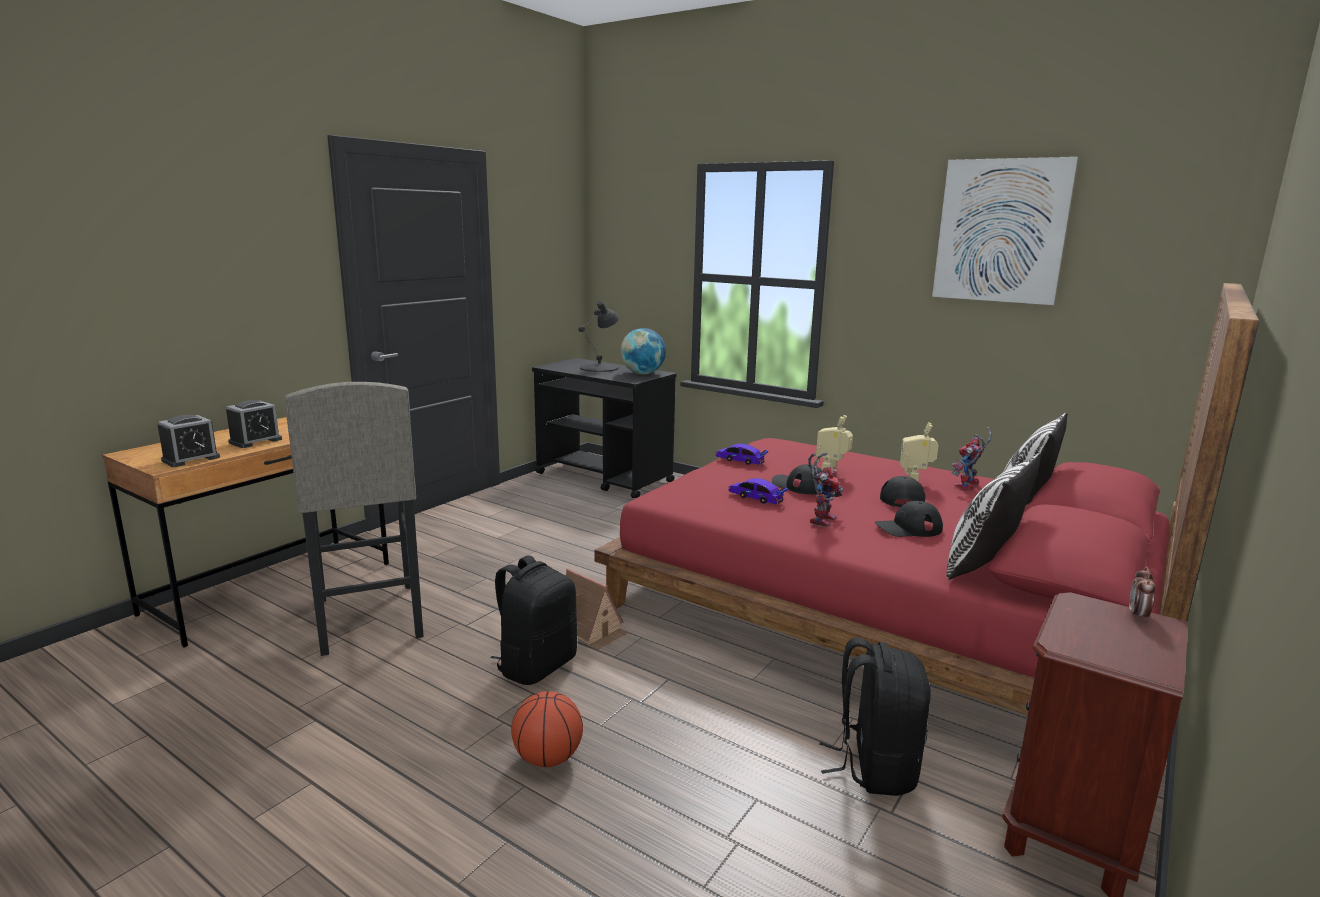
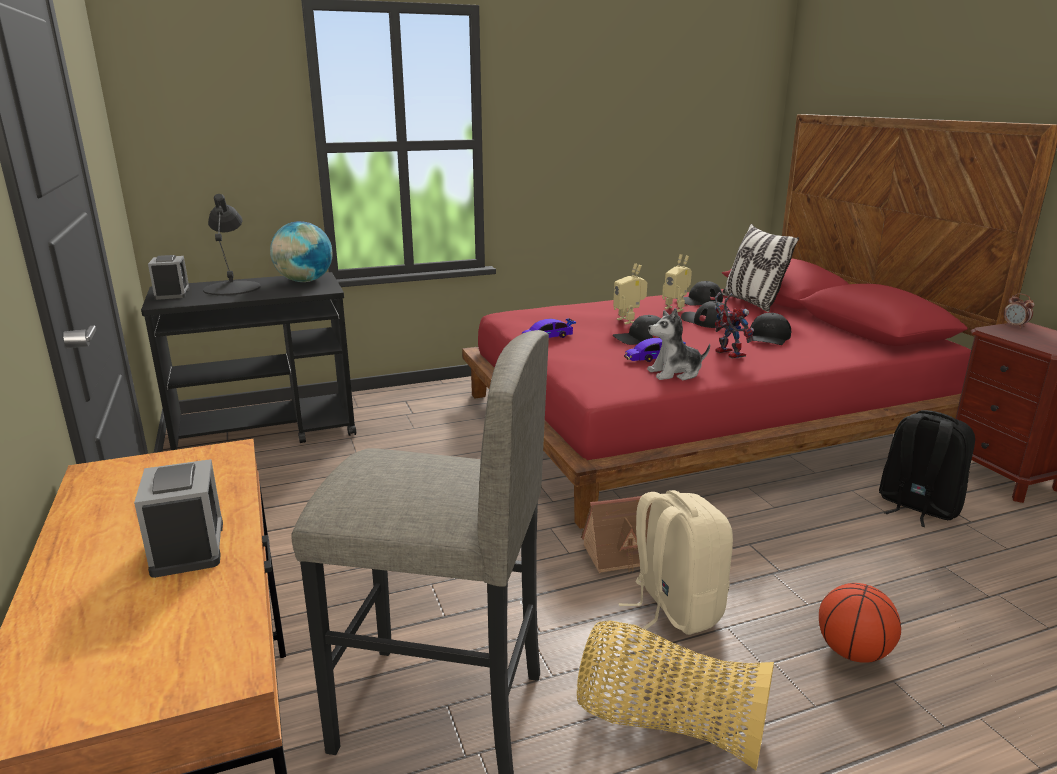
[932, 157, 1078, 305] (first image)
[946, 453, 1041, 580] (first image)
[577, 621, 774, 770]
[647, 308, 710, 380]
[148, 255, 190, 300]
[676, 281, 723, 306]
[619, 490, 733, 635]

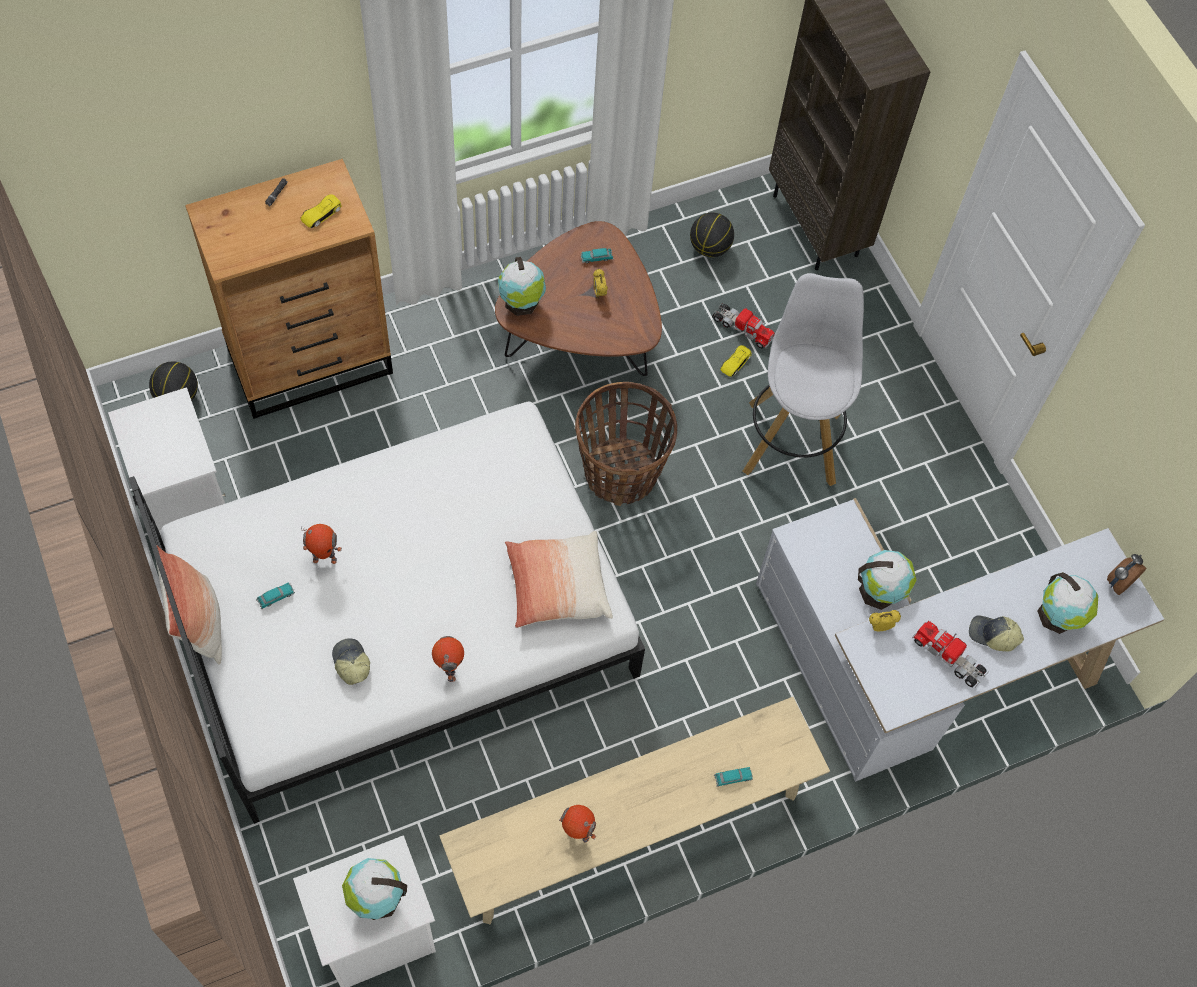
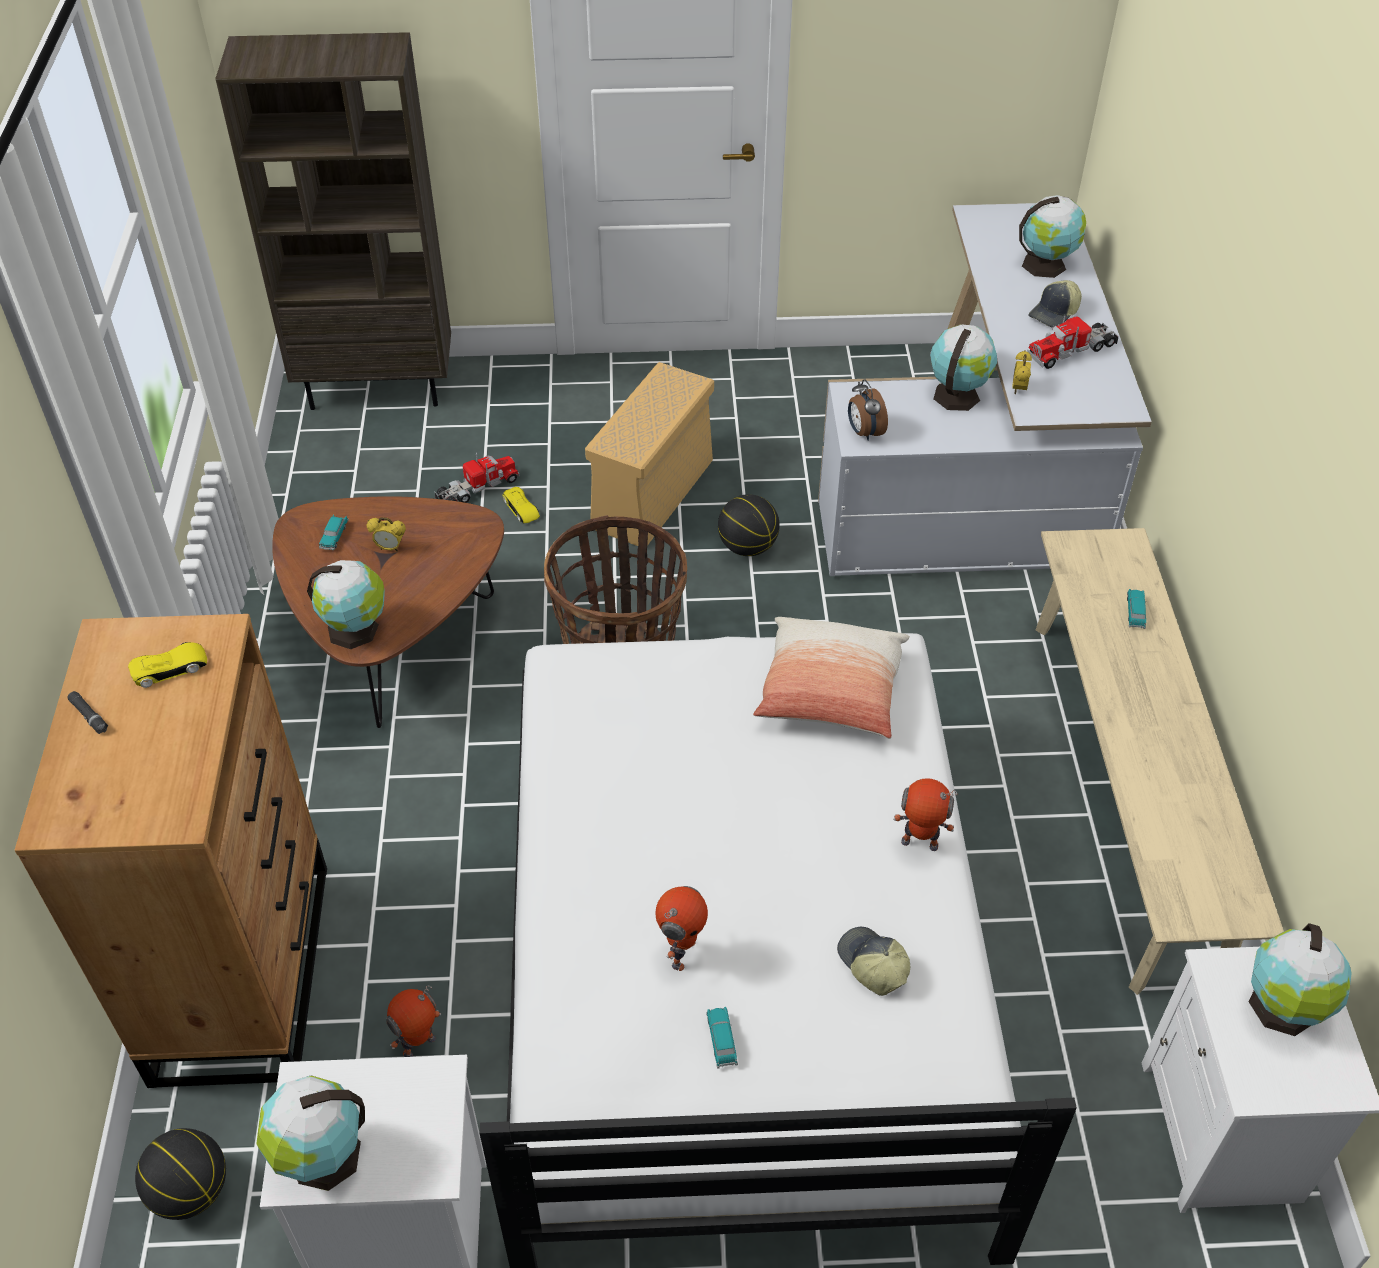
[156, 545, 222, 665] (first image)
[256, 1076, 365, 1191]
[386, 986, 441, 1057]
[718, 494, 780, 556]
[848, 379, 888, 441]
[585, 362, 714, 546]
[128, 642, 207, 688]
[837, 927, 910, 996]

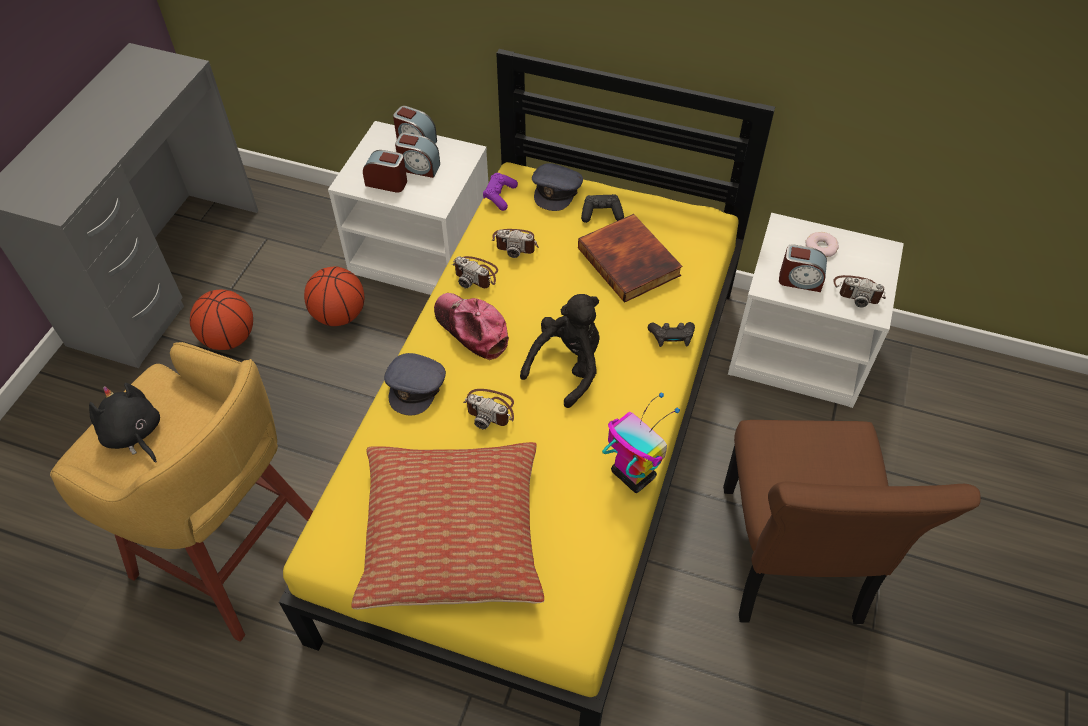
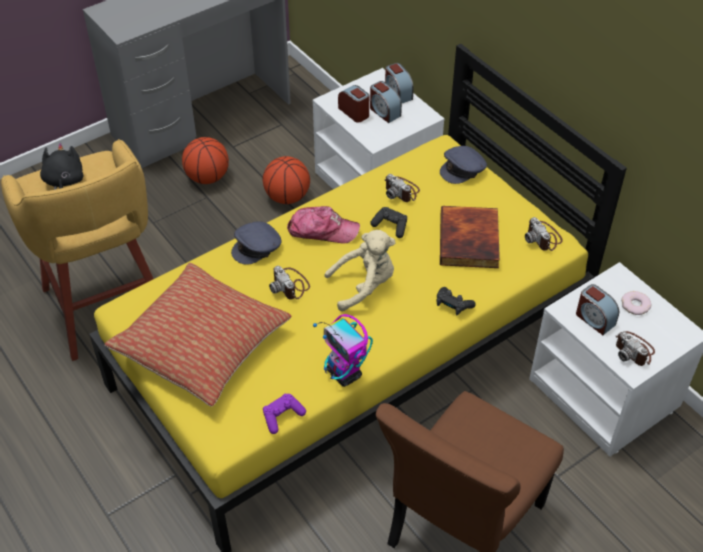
[525, 217, 563, 251]
[263, 394, 306, 434]
[370, 207, 407, 238]
[324, 230, 395, 312]
[287, 206, 360, 243]
[313, 314, 373, 387]

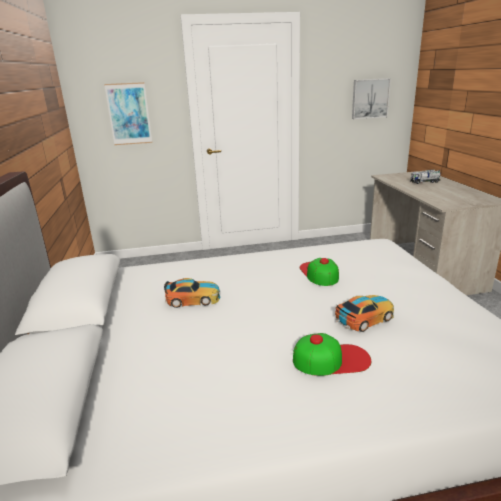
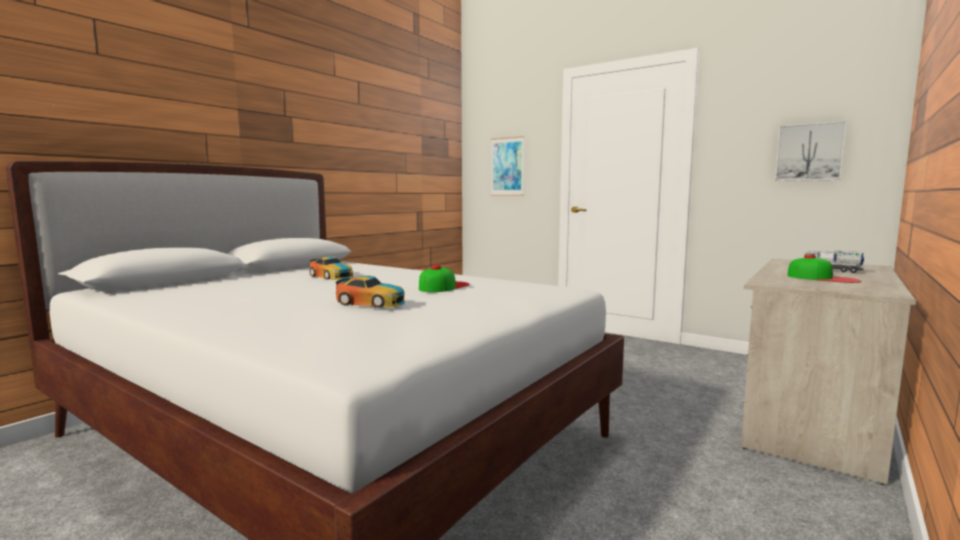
[787, 255, 861, 283]

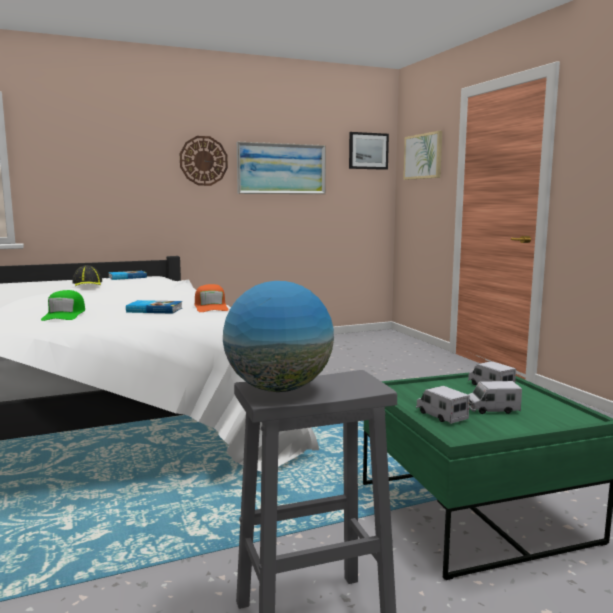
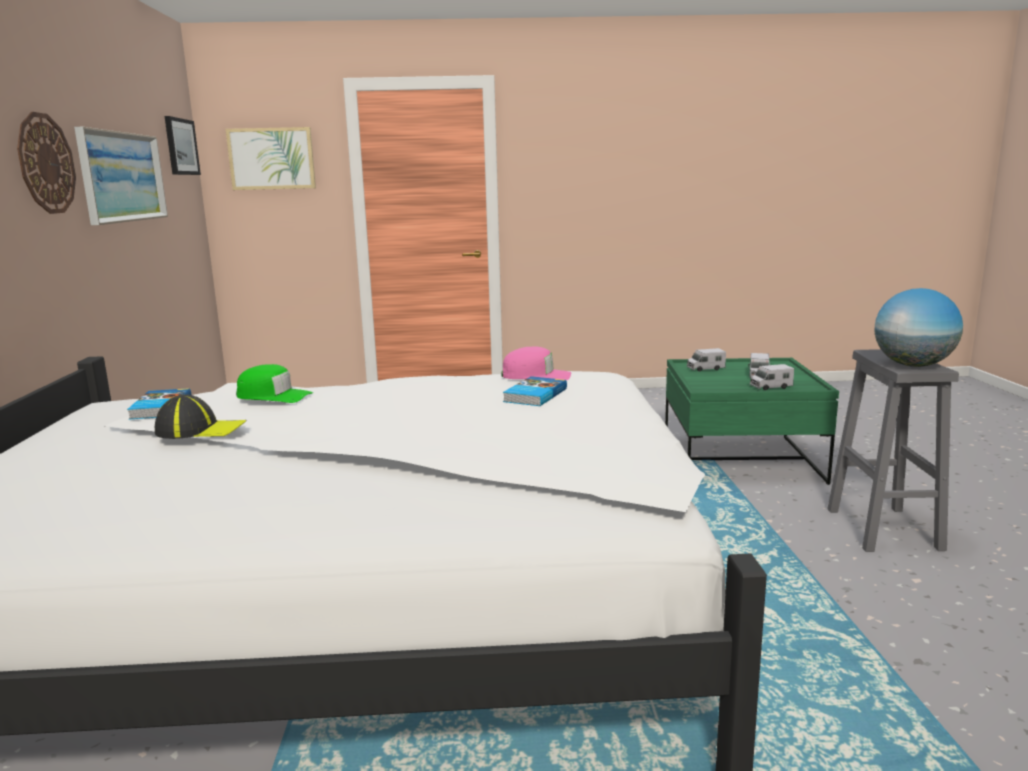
[236, 364, 313, 403]
[501, 346, 571, 380]

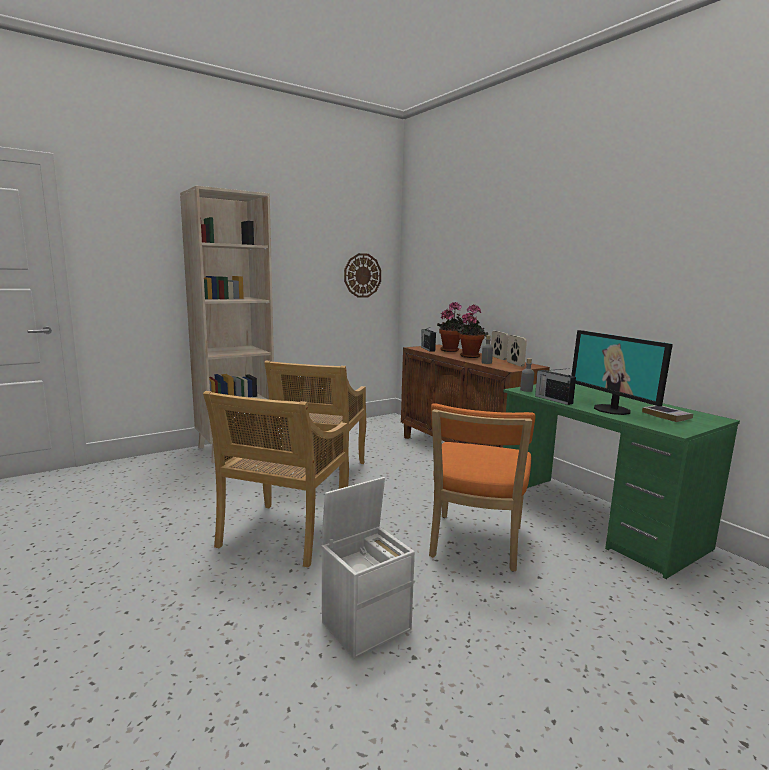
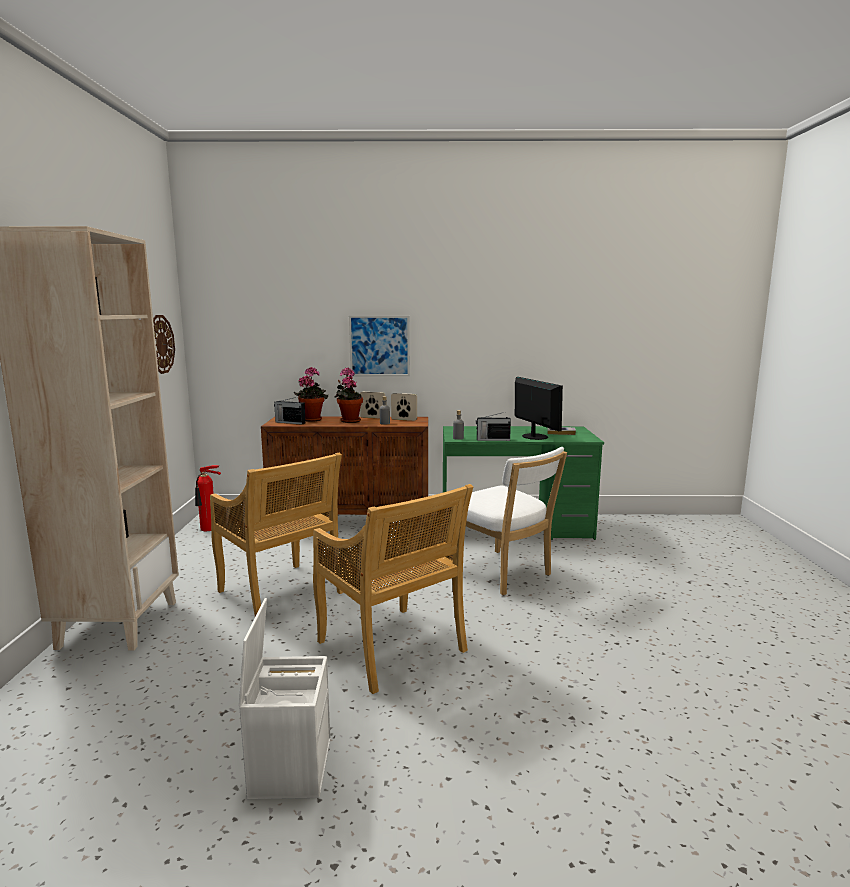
[195, 465, 221, 531]
[349, 316, 410, 376]
[239, 598, 330, 799]
[466, 447, 567, 595]
[515, 377, 563, 440]

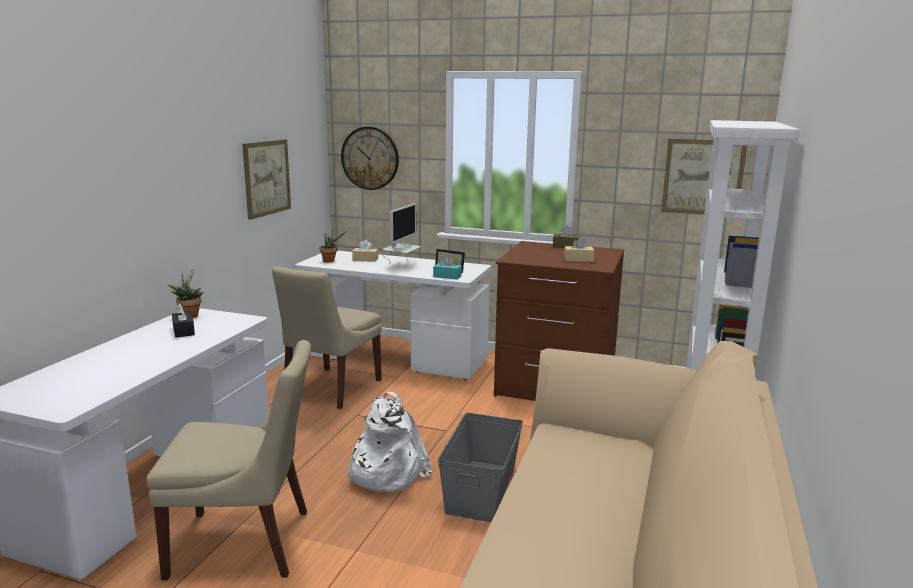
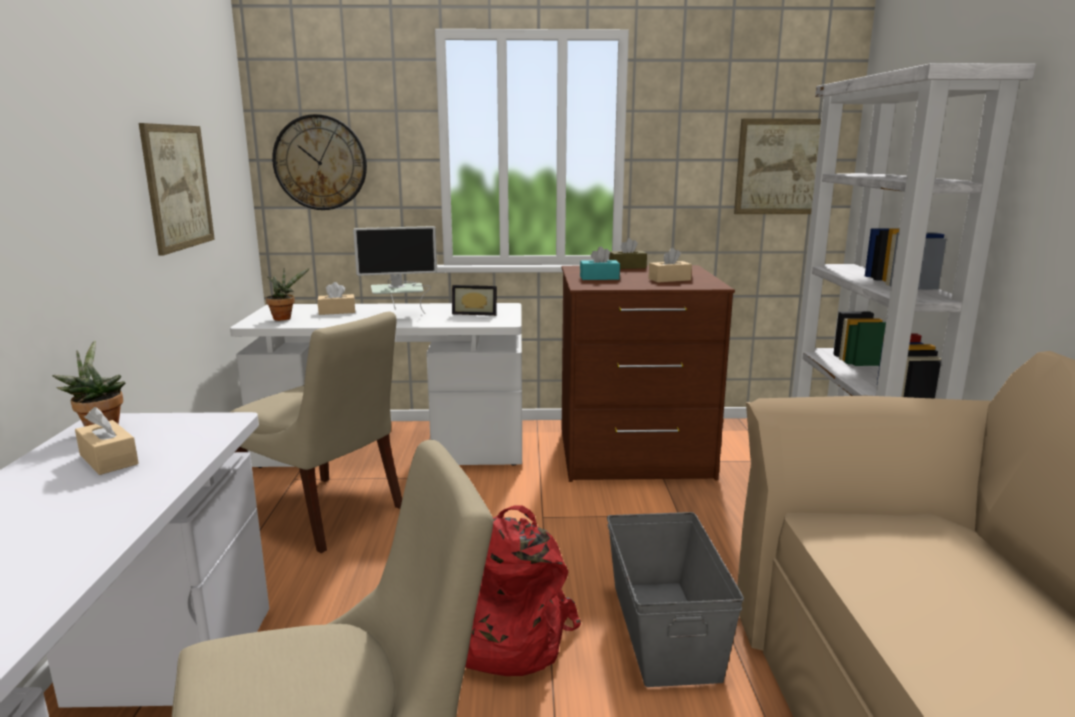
[580, 246, 620, 280]
[75, 407, 139, 475]
[465, 505, 581, 676]
[230, 311, 402, 553]
[353, 226, 437, 314]

